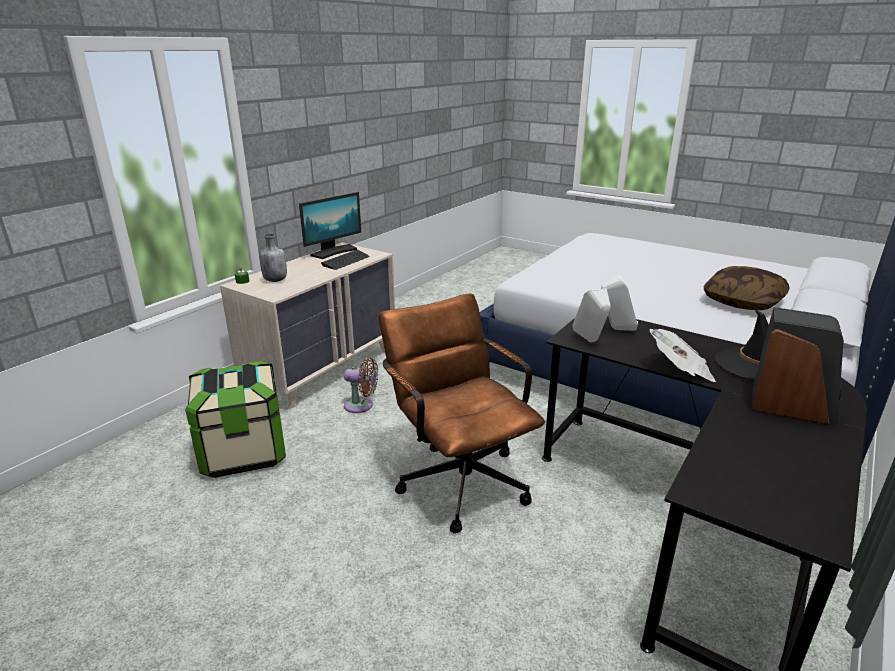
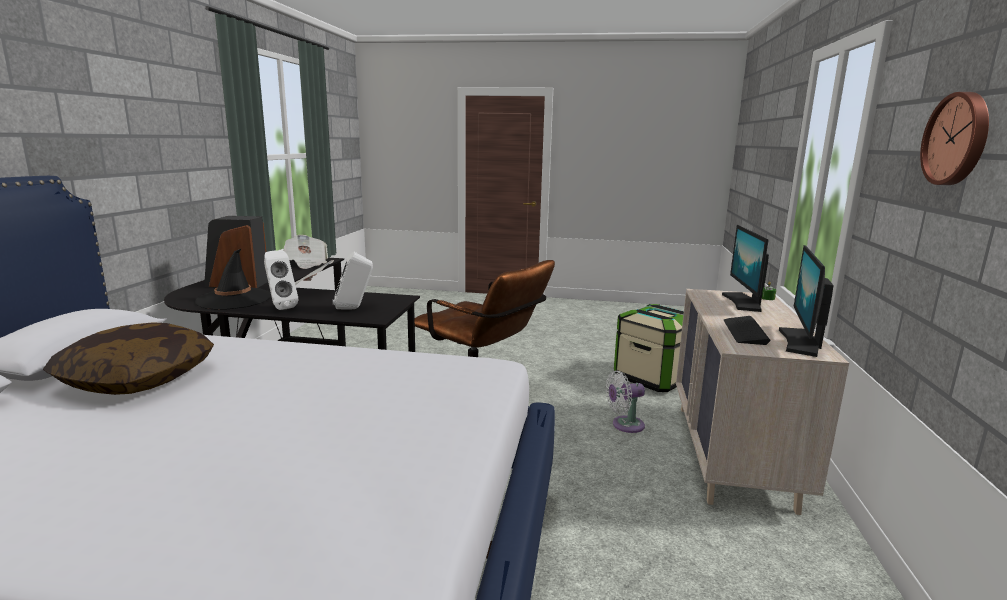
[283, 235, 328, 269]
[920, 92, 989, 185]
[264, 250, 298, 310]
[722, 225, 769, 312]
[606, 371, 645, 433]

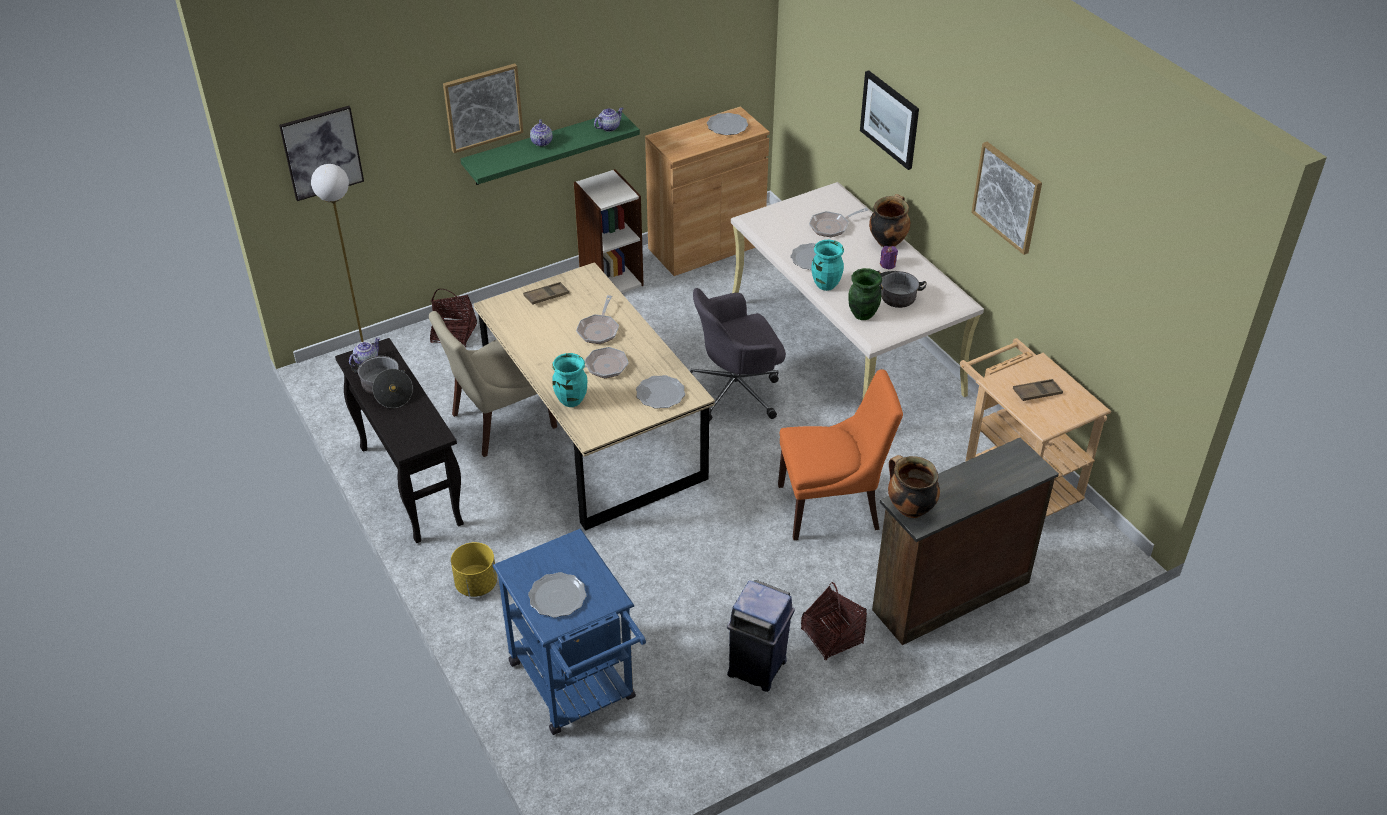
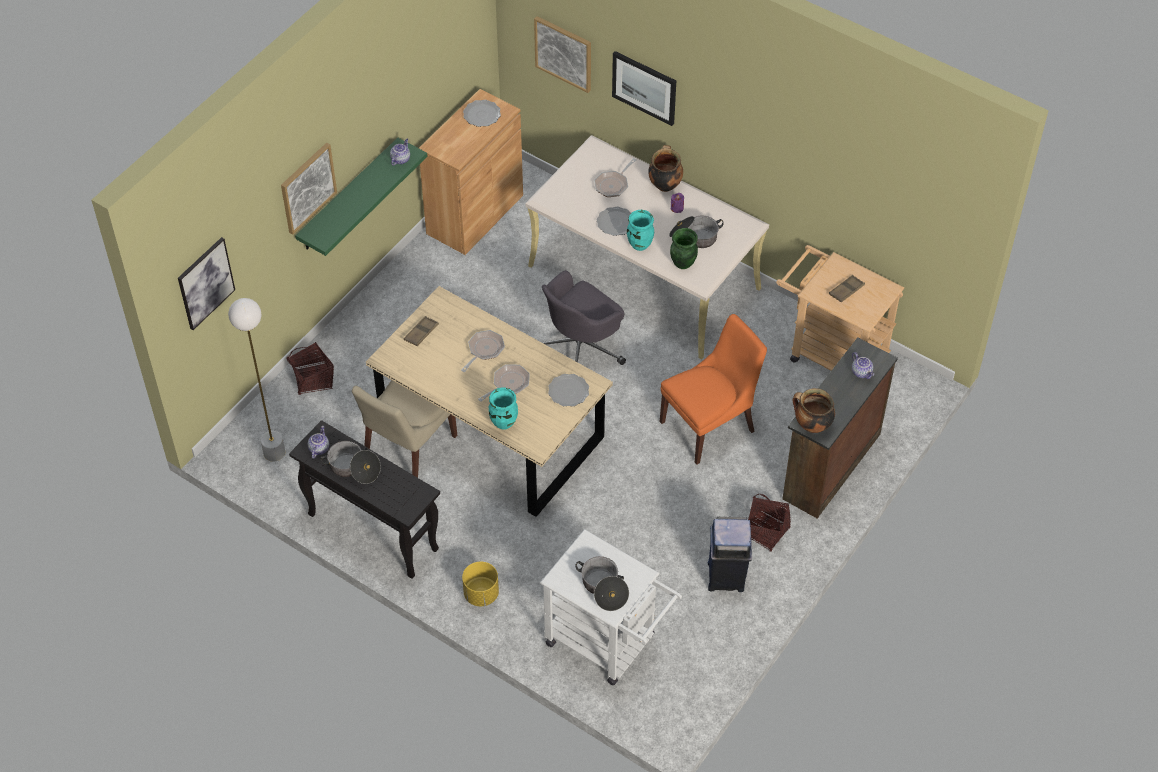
[574, 169, 644, 293] (first image)
[852, 352, 874, 379]
[534, 16, 591, 93]
[576, 556, 629, 611]
[540, 529, 682, 685]
[461, 330, 505, 372]

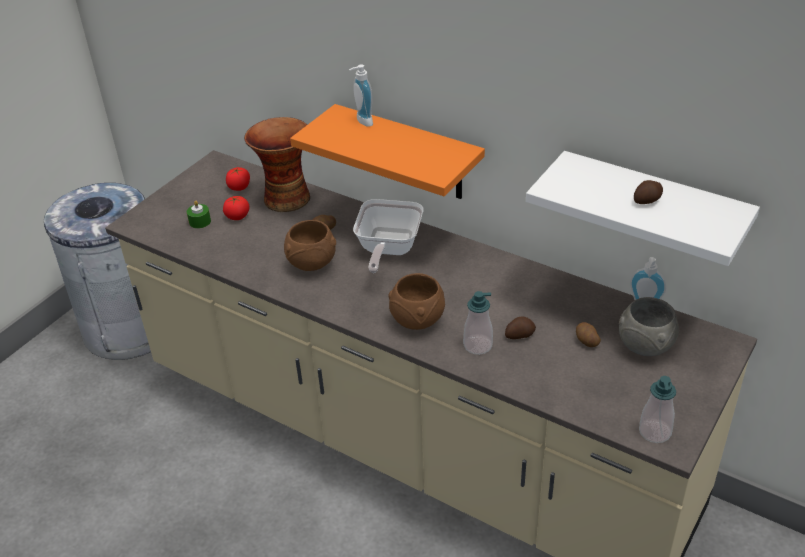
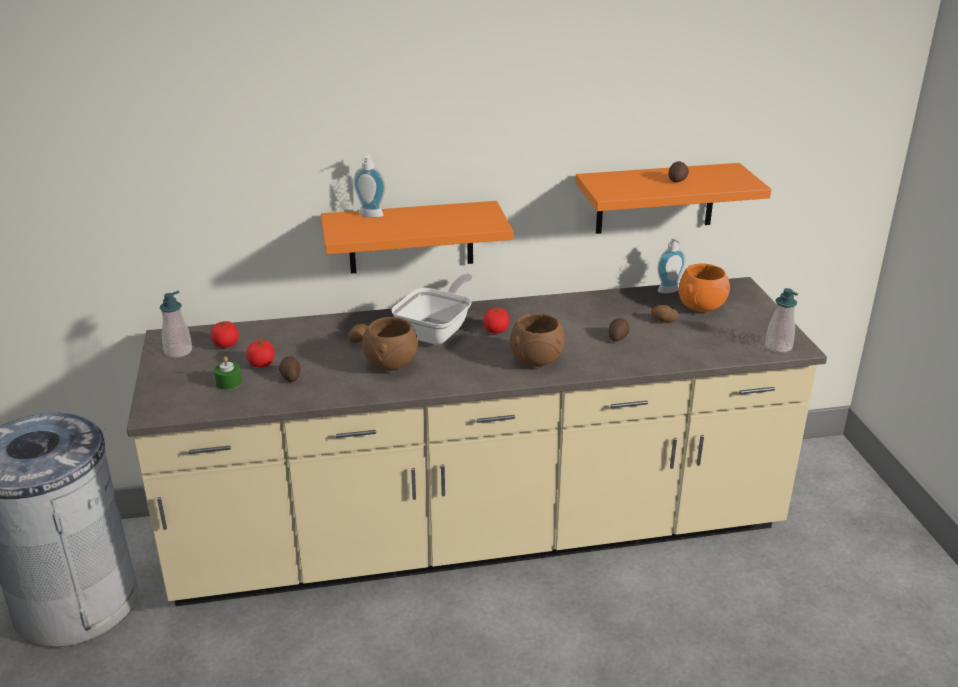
[244, 117, 310, 212] (first image)
[279, 356, 301, 382]
[483, 308, 509, 334]
[160, 291, 192, 358]
[575, 163, 771, 234]
[679, 263, 730, 312]
[392, 273, 473, 345]

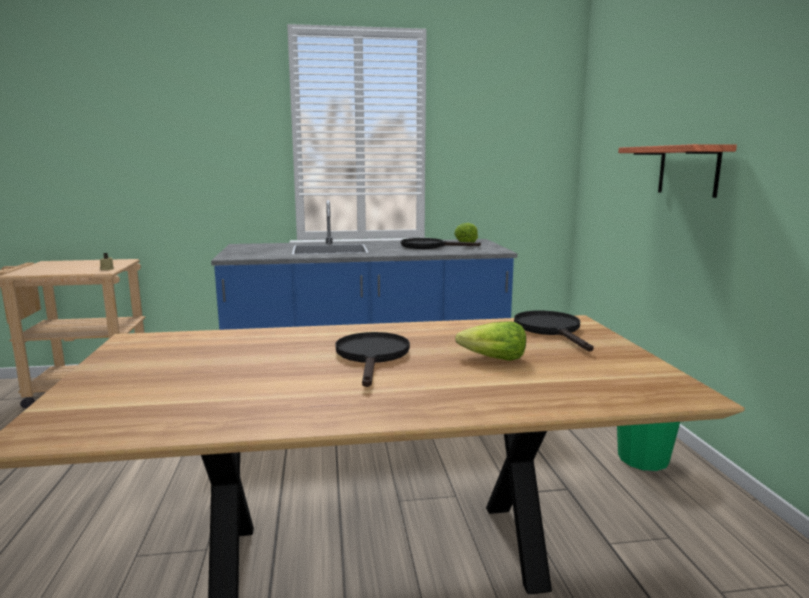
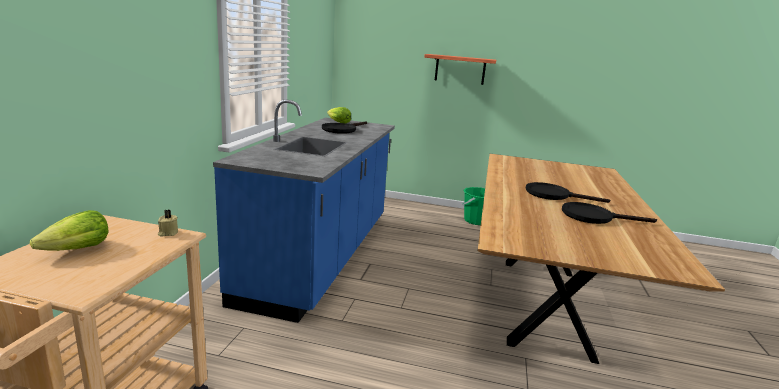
[30, 210, 108, 251]
[562, 202, 657, 224]

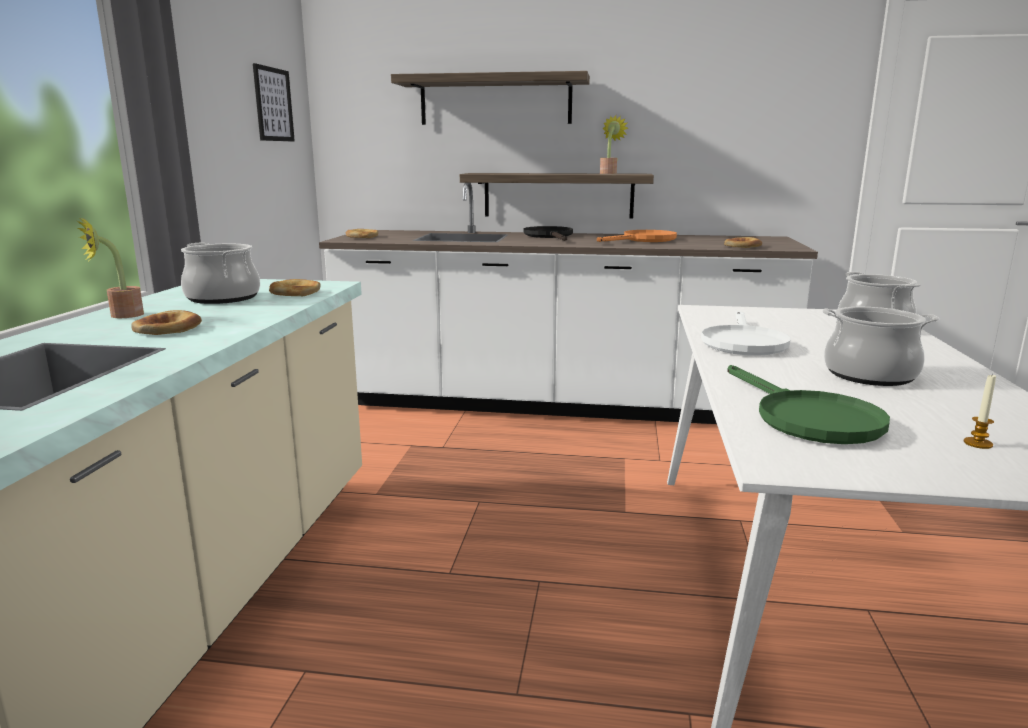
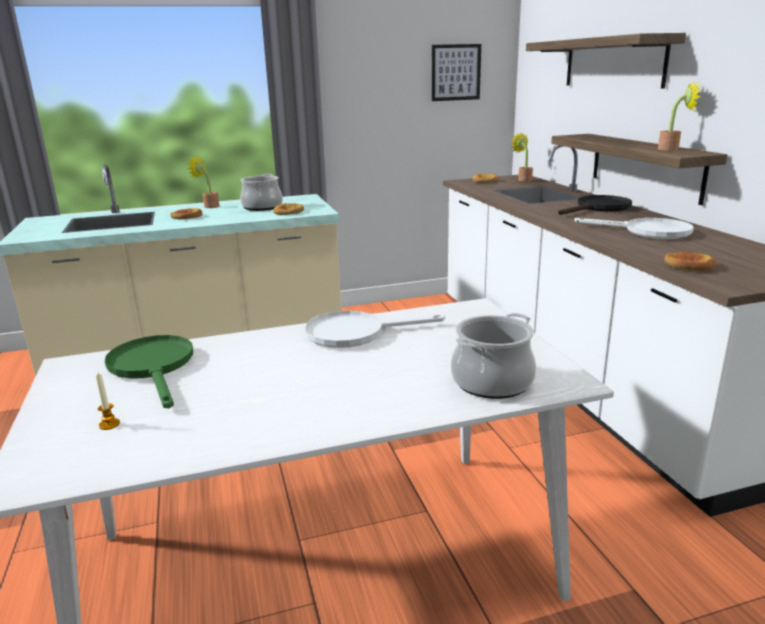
[822, 307, 939, 386] (first image)
[510, 132, 533, 181]
[574, 218, 694, 239]
[105, 335, 193, 408]

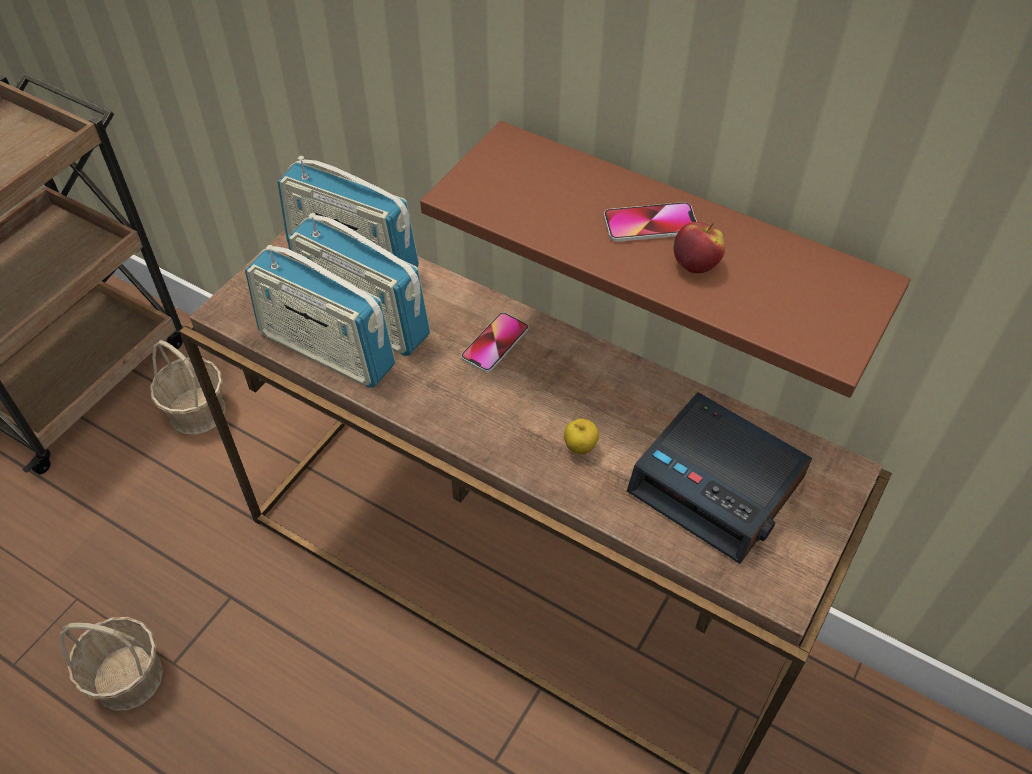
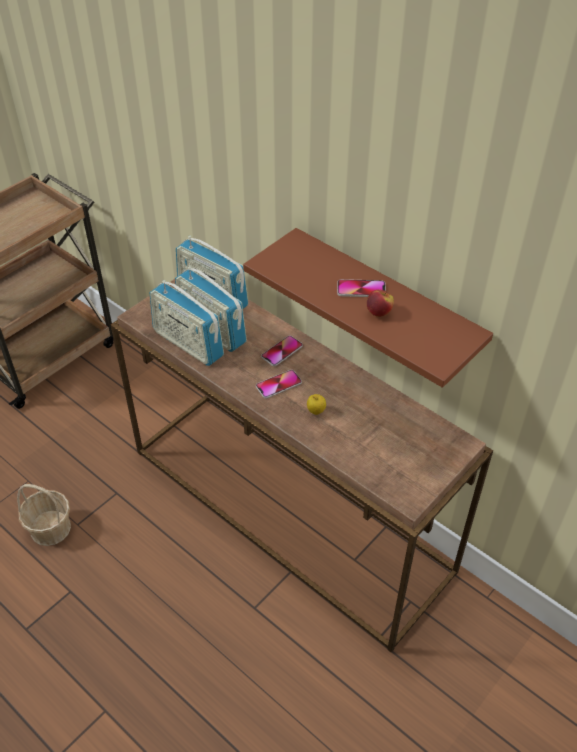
[150, 340, 226, 435] (first image)
[627, 392, 812, 564] (first image)
[256, 370, 302, 399]

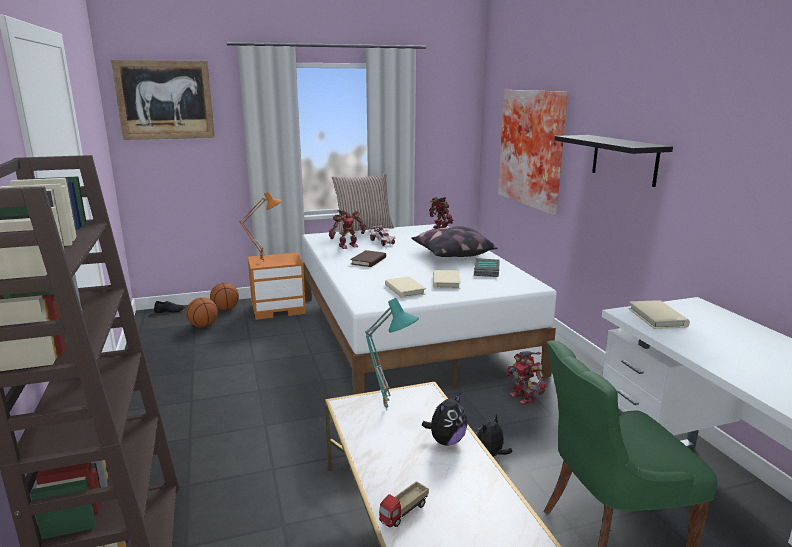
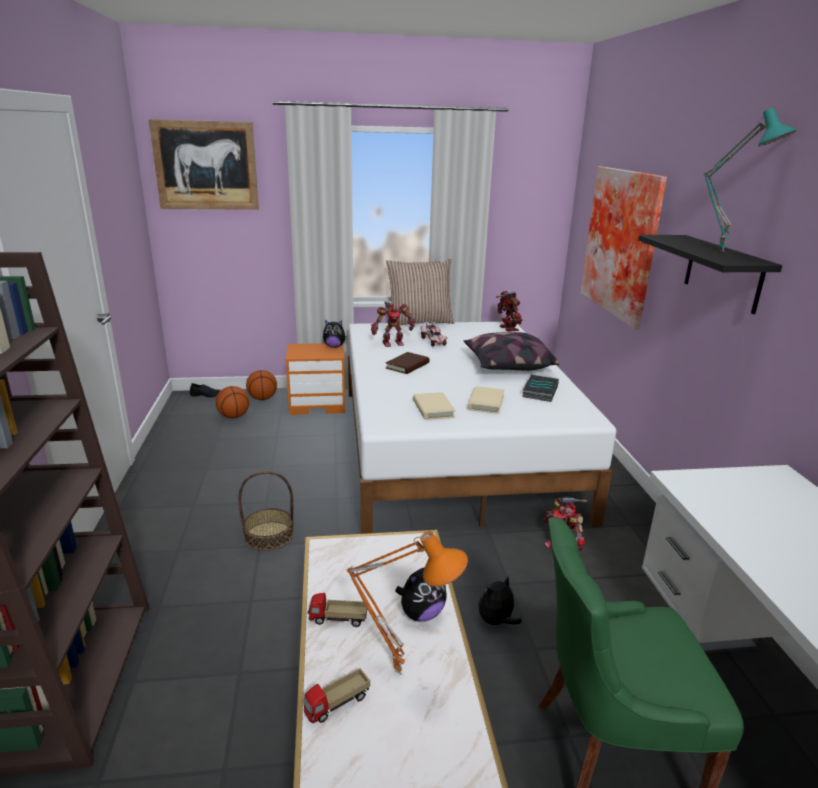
[628, 300, 690, 329] (first image)
[238, 471, 293, 551]
[308, 593, 367, 627]
[323, 320, 348, 348]
[346, 531, 468, 675]
[703, 108, 796, 252]

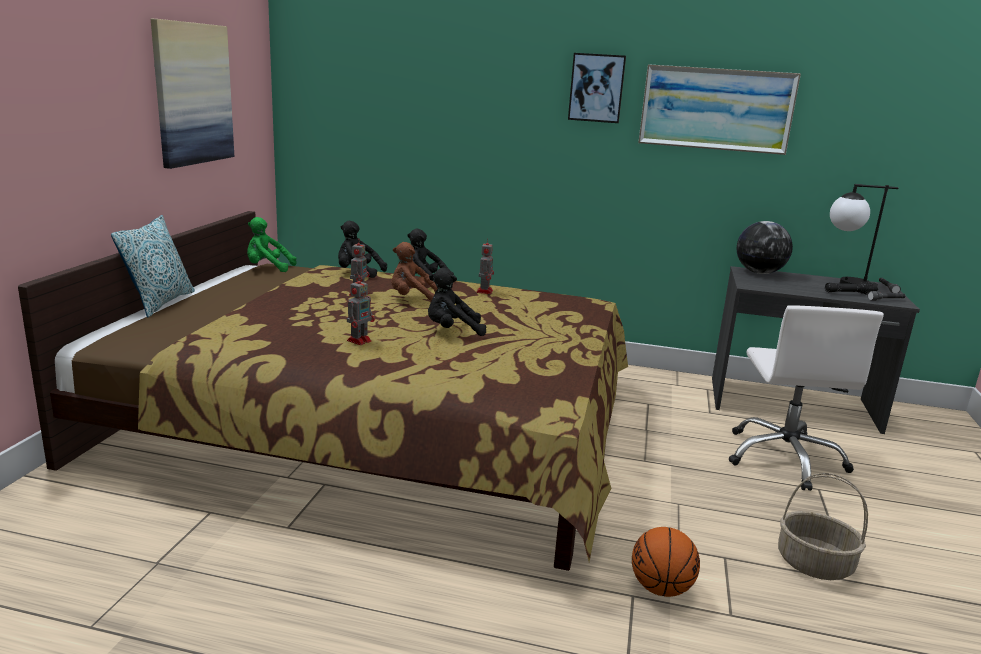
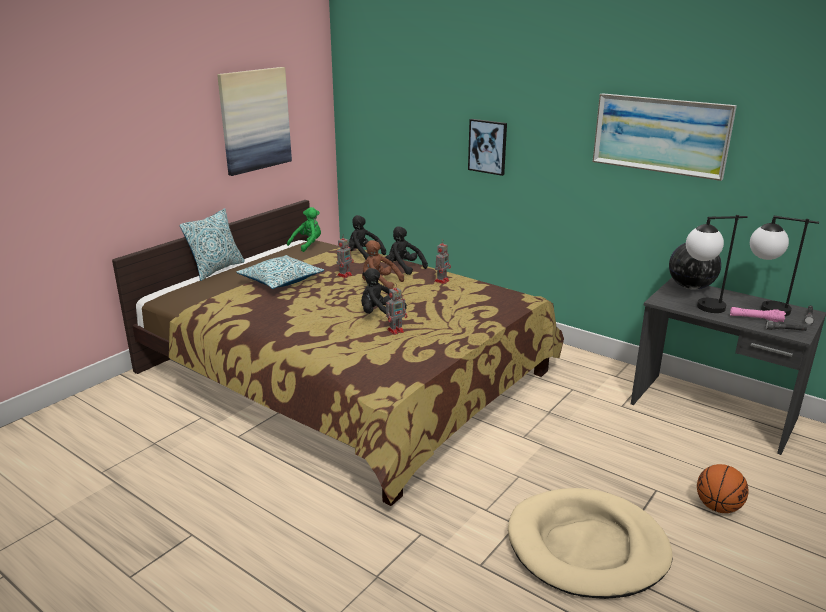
[729, 305, 884, 491] (first image)
[236, 255, 324, 289]
[686, 215, 748, 313]
[386, 284, 407, 335]
[468, 119, 507, 176]
[697, 464, 749, 513]
[508, 488, 673, 599]
[730, 307, 786, 322]
[287, 207, 321, 252]

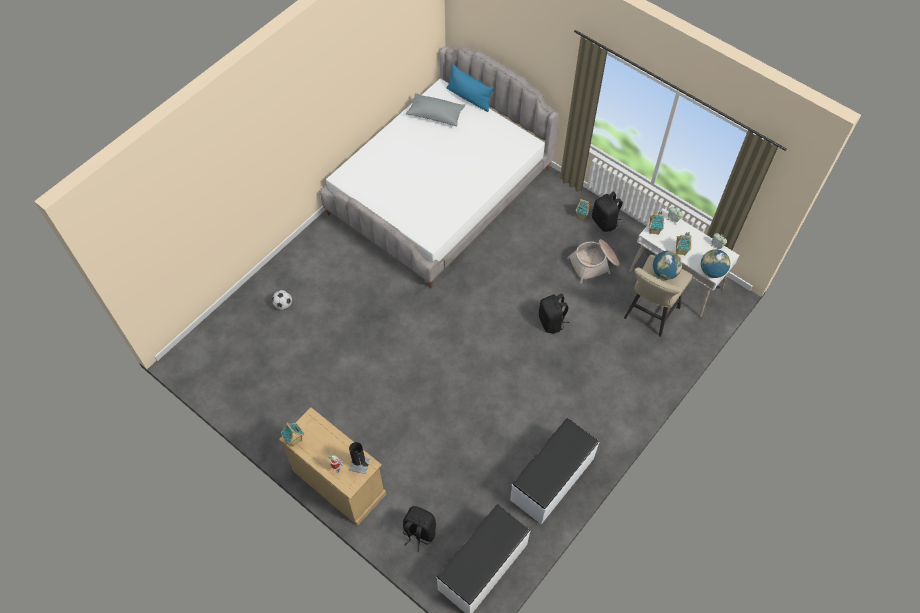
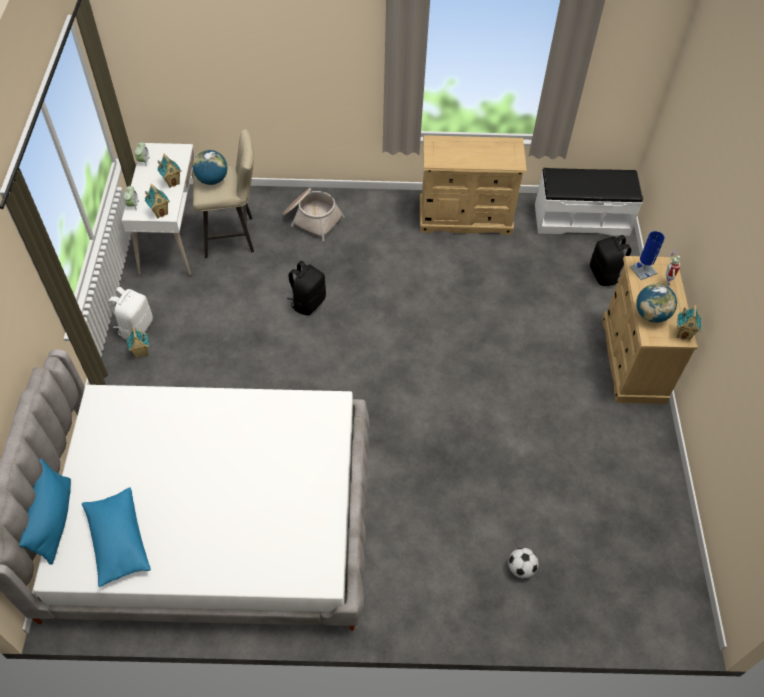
[283, 188, 345, 241]
[636, 284, 677, 323]
[420, 135, 527, 235]
[630, 231, 664, 280]
[82, 487, 151, 587]
[108, 287, 153, 340]

